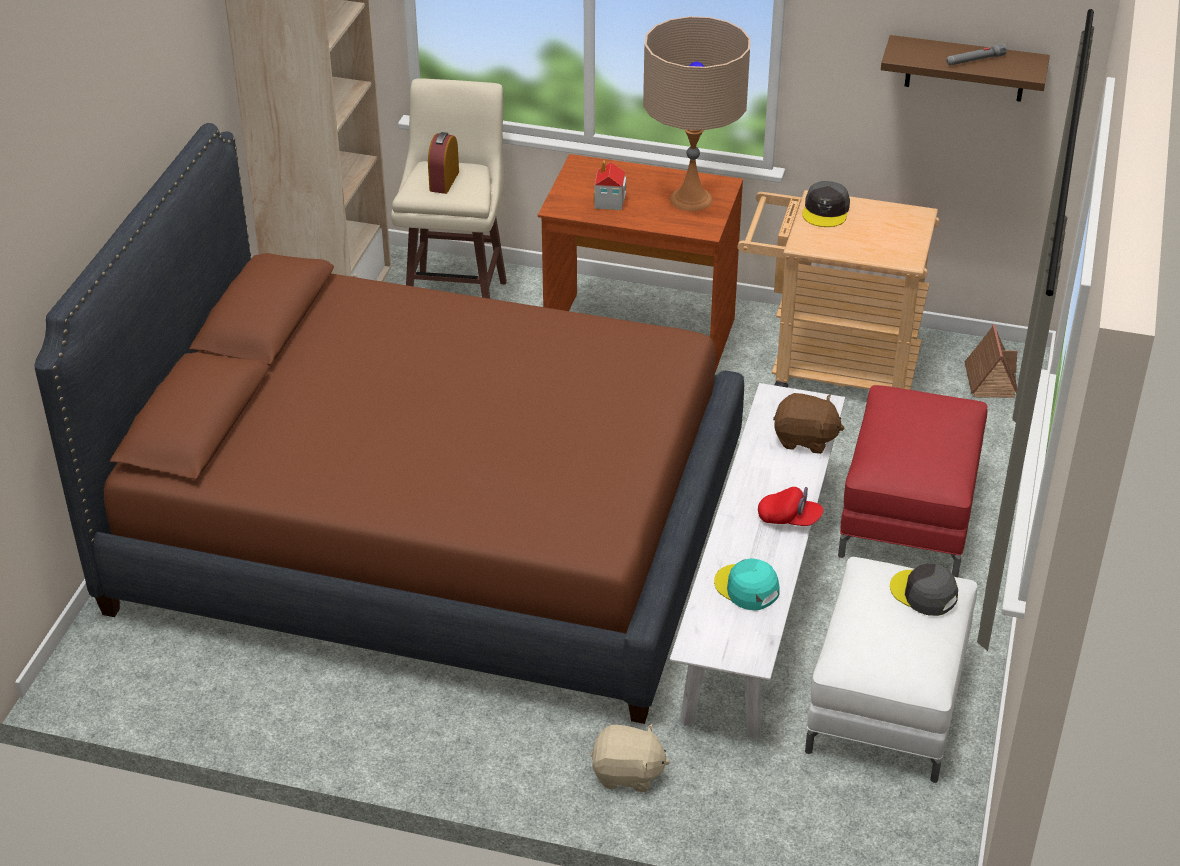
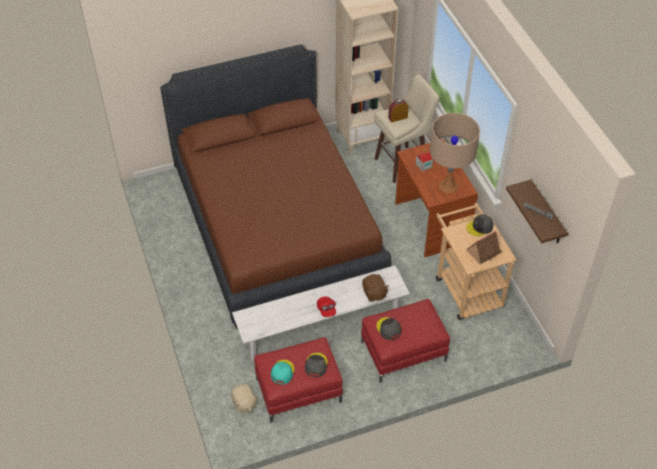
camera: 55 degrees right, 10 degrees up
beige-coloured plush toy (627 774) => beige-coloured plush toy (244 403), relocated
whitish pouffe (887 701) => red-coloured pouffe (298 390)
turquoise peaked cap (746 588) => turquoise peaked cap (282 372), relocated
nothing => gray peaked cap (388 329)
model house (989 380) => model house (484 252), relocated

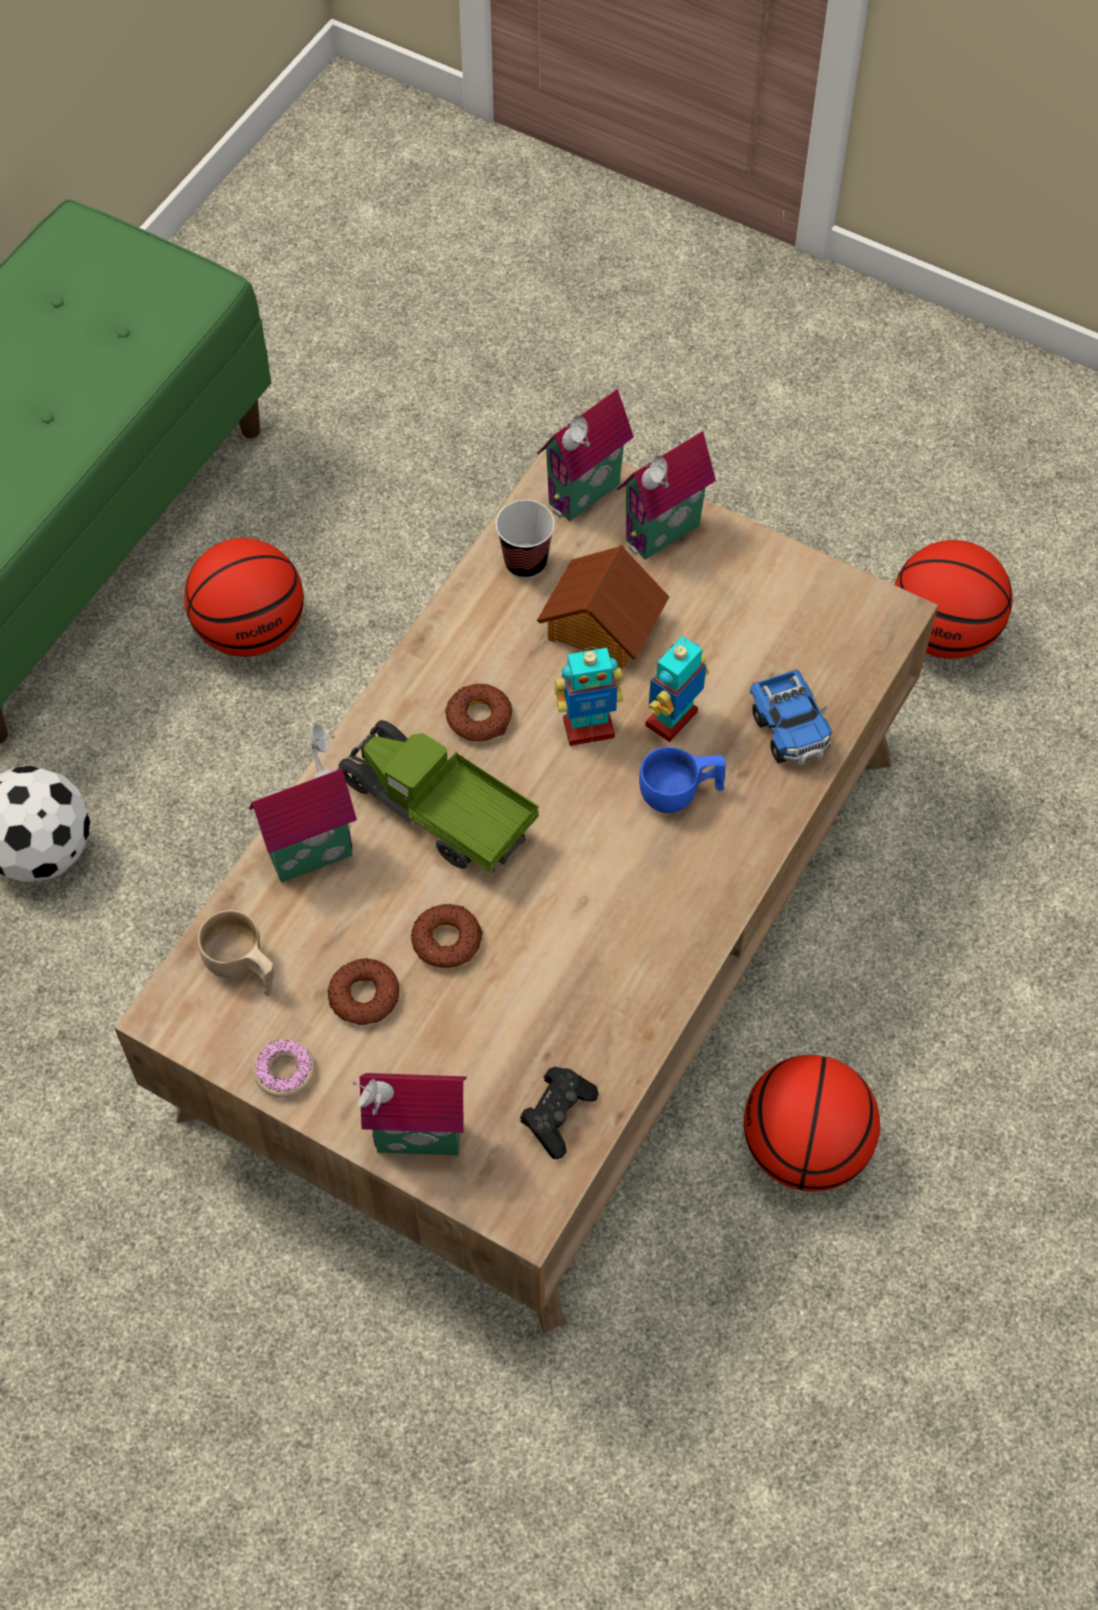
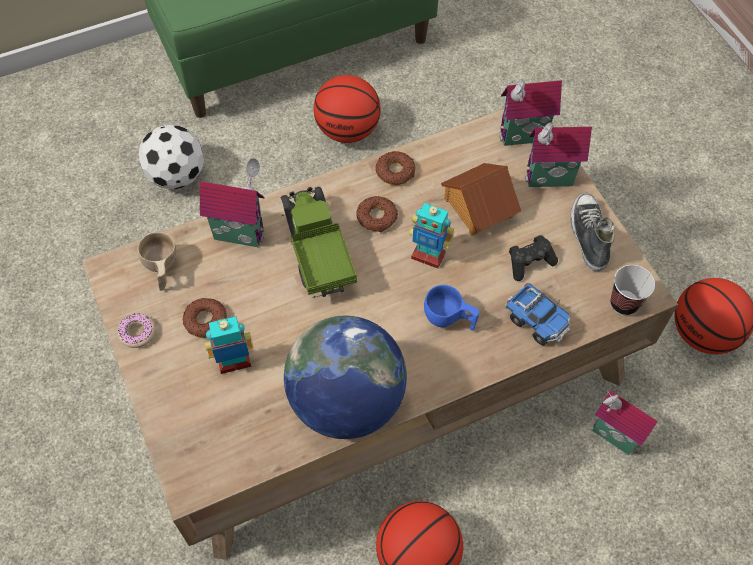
camera: 35 degrees right, 0 degrees up
model robot (672 720) => model robot (234 362), relocated
nothing => globe (346 401)
ring doughnut (447 940) => ring doughnut (395 171), relocated
toy truck (789 730) => toy truck (536 321), 60 degrees counterclockwise
black gamepad (558 1115) => black gamepad (529 262), relocated
nothing => item of footwear (588 236)
model house (417 1142) => model house (613 438), relocated
cup (525 562) => cup (624 303), relocated

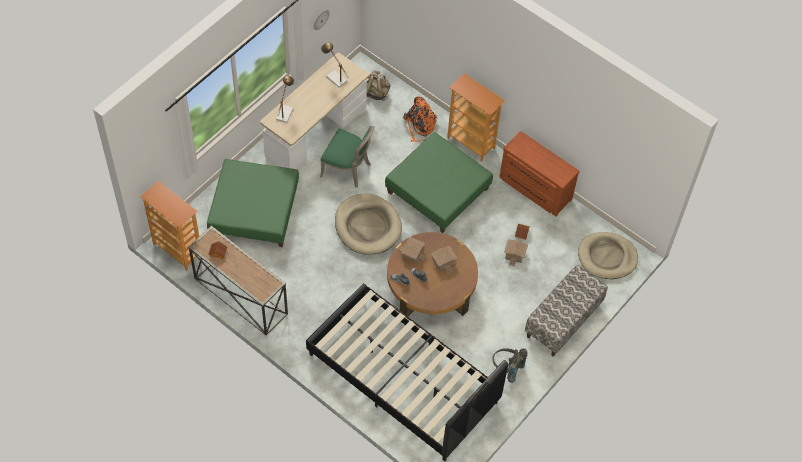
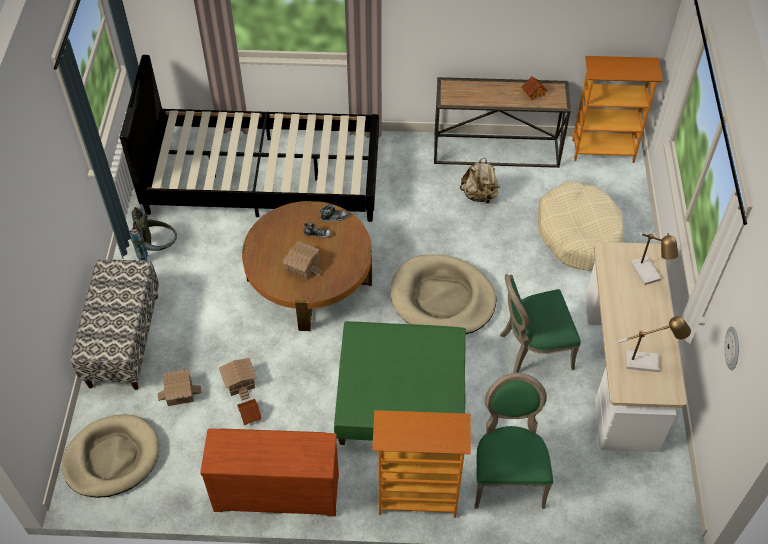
camera: 145 degrees right, 5 degrees down
model house (412 254) => model house (179 392), relocated
beige-coloured rucksack (377 93) => beige-coloured rucksack (479 195), relocated
orange-coloured rucksack (420 125) => greenish chair (507 474)
greenish pouffe (254 211) => beige-coloured pet bed (578 234)

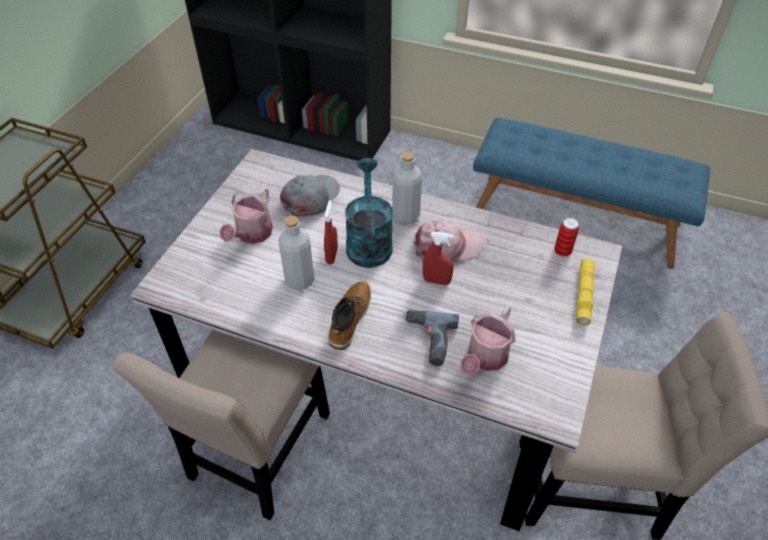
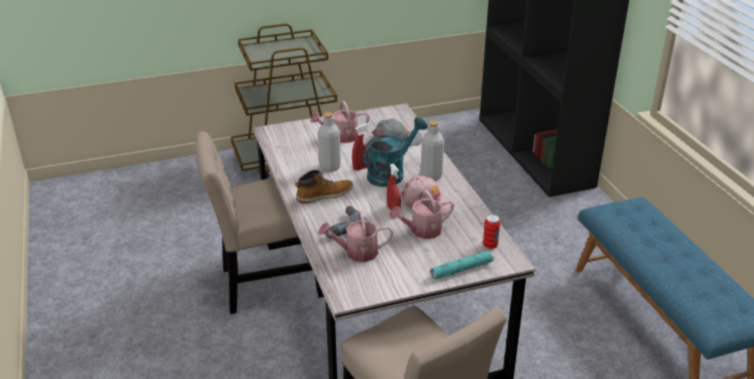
camera: 50 degrees right, 15 degrees down
nothing => watering can (422 231)
yellow-coloured hand torch (584 295) => turquoise hand torch (462 269)

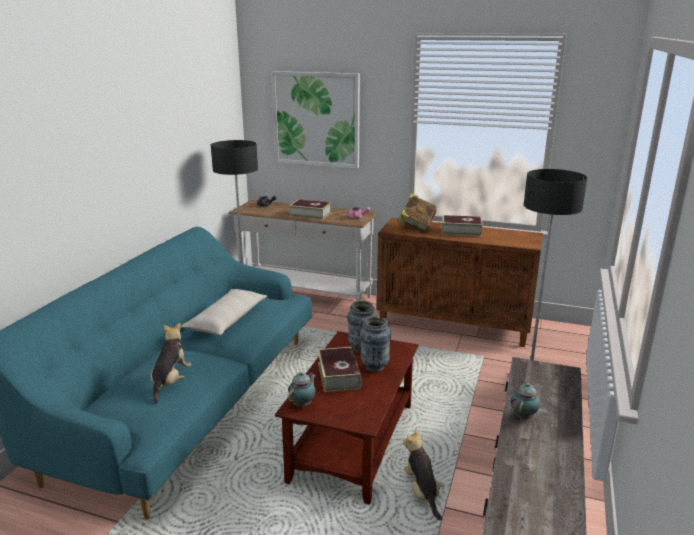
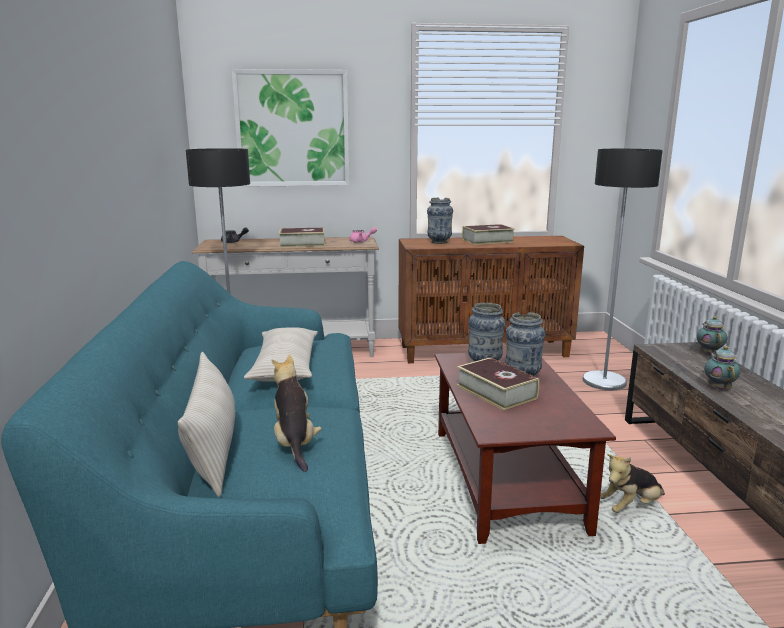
camera: 25 degrees left, 5 degrees down
nothing => beige-coloured throw pillow (214 451)
volume (416 227) => decorative vase (439 242)
plush toy (422 492) => plush toy (630 507), 75 degrees counterclockwise
pot for tea (303 404) => pot for tea (708 352), relocated

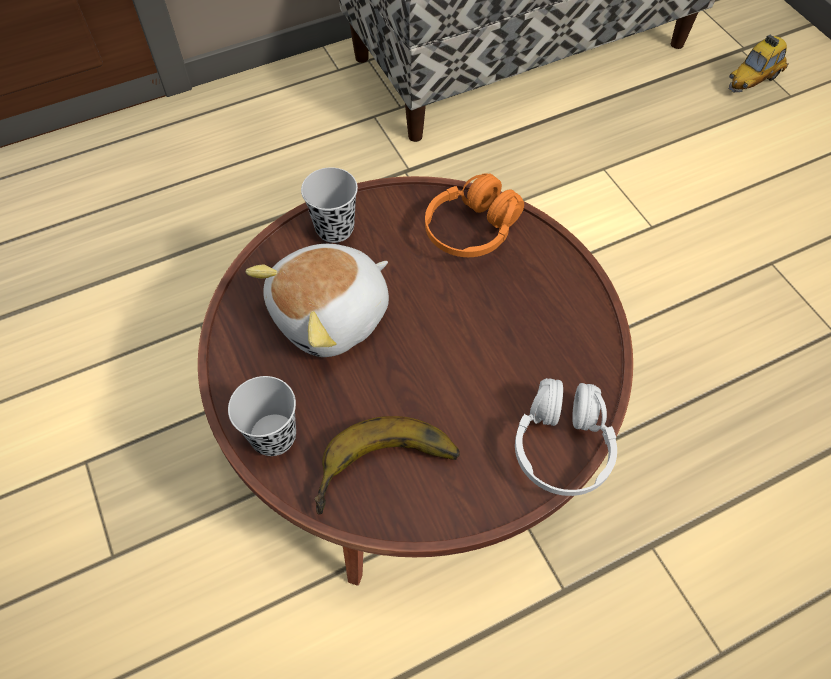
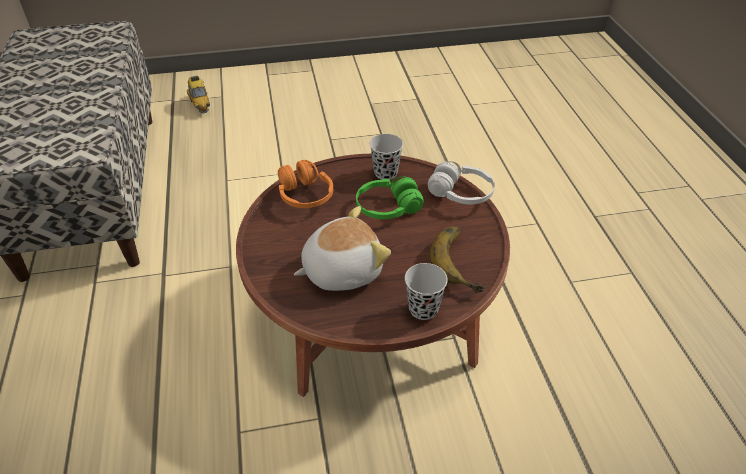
camera: 75 degrees left, 15 degrees down
plush toy (332 316) => plush toy (341 270), 90 degrees counterclockwise
nothing => greenish headset (388 208)
black cup (334 228) => black cup (385 173), relocated

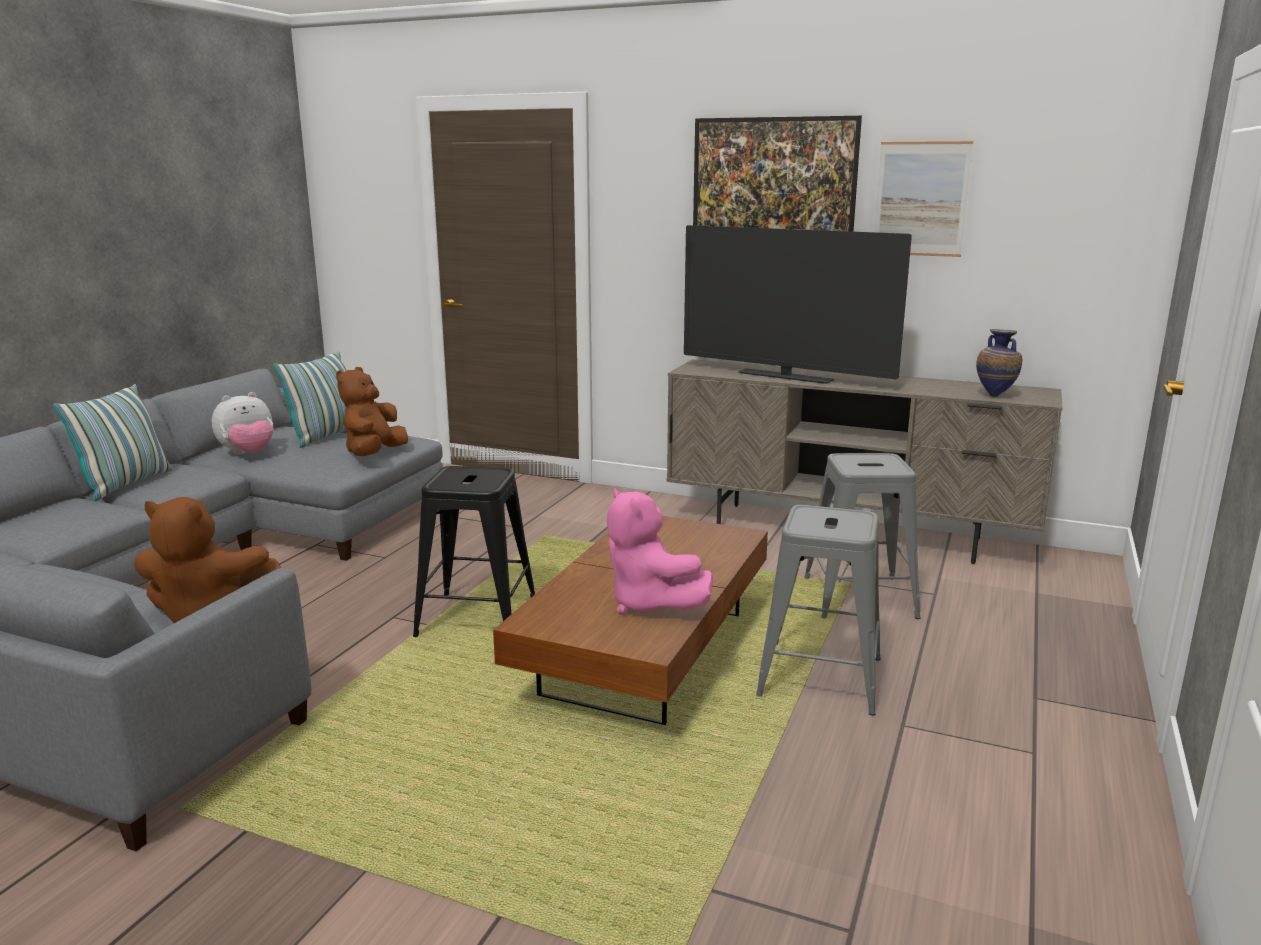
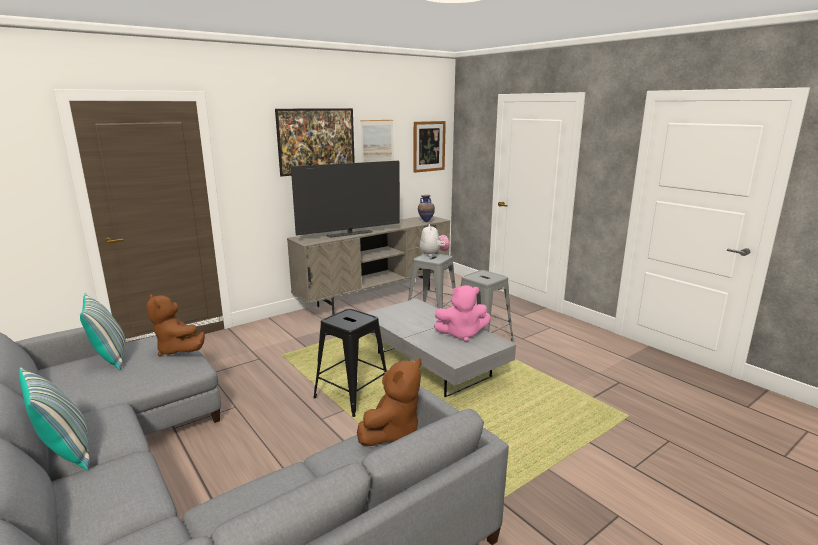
camera: 60 degrees left, 0 degrees up
brown coffee table (645 653) => gray coffee table (431 365)
nothing => picture (429 146)
plush toy (248 454) => plush toy (434 254), relocated

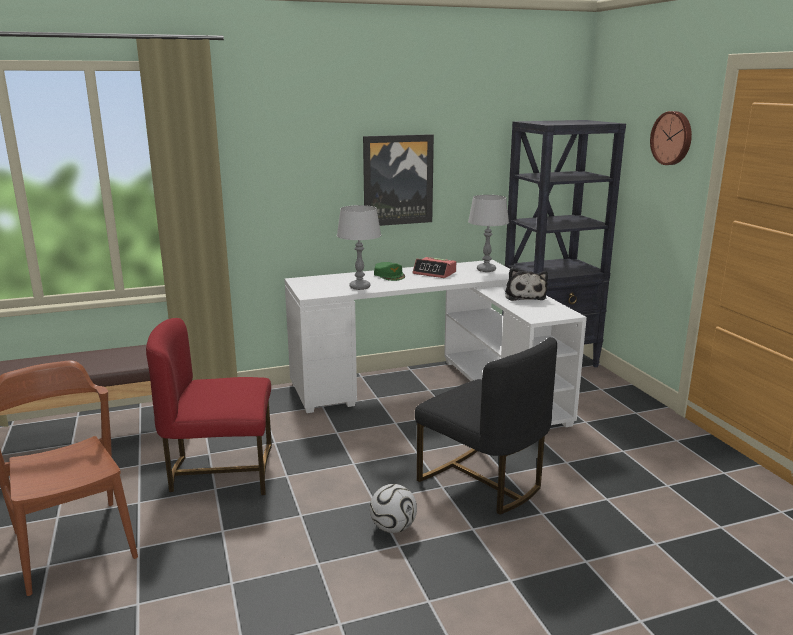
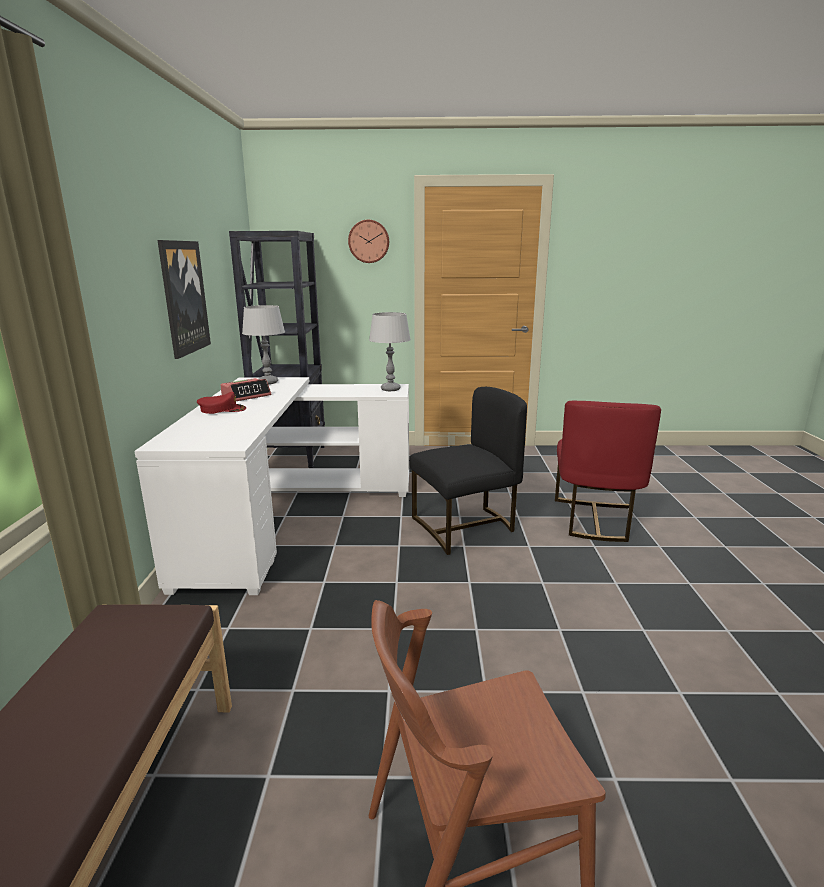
camera: 70 degrees left, 0 degrees up
greenish peaked cap (389 275) => red-coloured peaked cap (222 409)
gray tabletop lamp (360 287) => gray tabletop lamp (390 389), relocated
red-coloured chair (221 471) => red-coloured chair (594 520), relocated
ball for football (393 527) => nothing
plush toy (524 296) => nothing

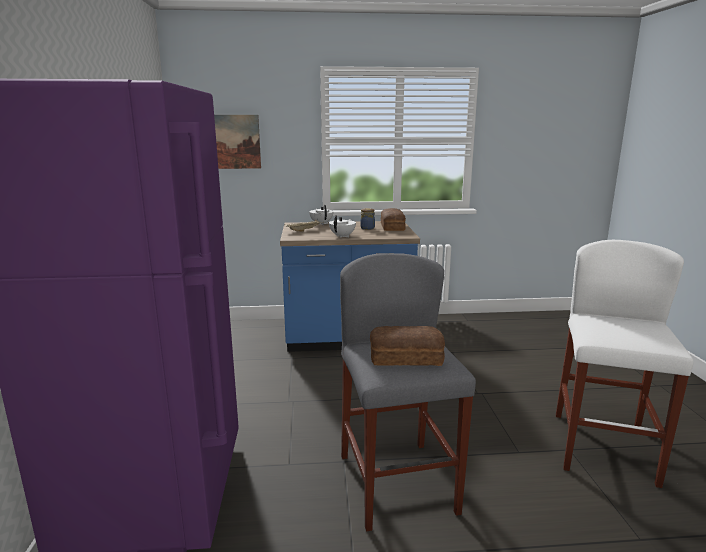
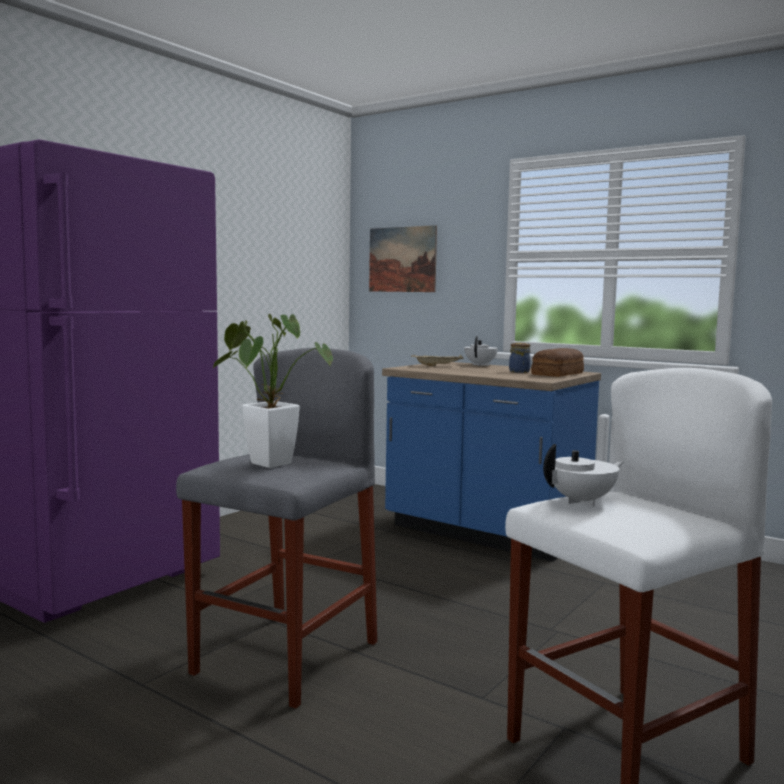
camera: 40 degrees right, 10 degrees down
bakery bread (405 357) => houseplant (265 462)
whitish pot for tea (342 236) => whitish pot for tea (582 501), relocated

